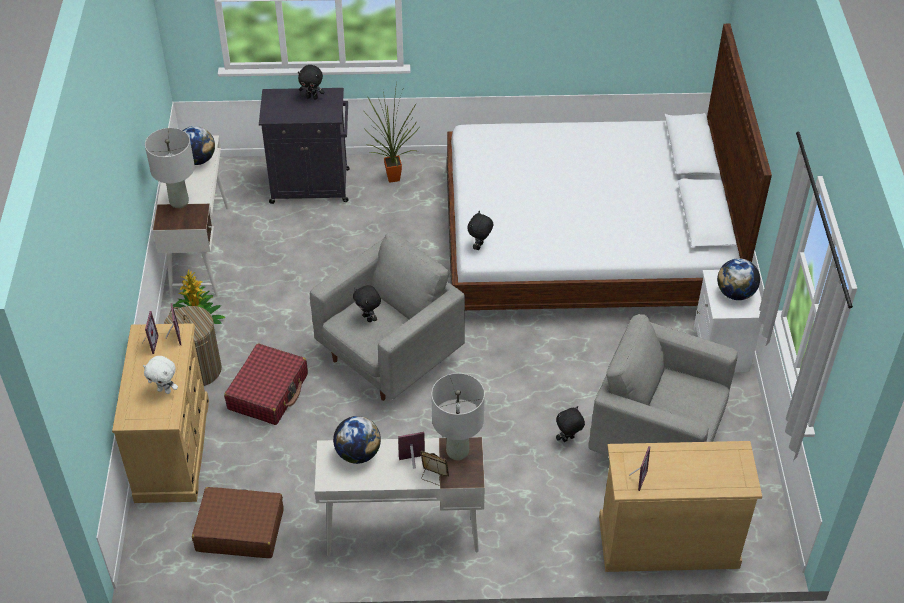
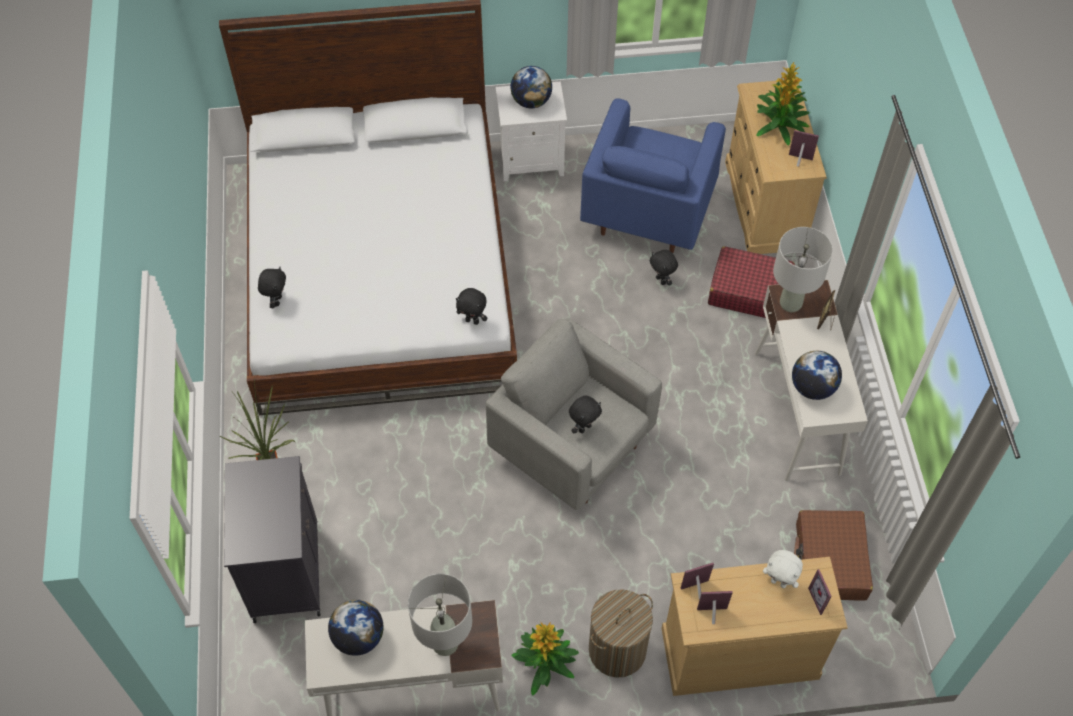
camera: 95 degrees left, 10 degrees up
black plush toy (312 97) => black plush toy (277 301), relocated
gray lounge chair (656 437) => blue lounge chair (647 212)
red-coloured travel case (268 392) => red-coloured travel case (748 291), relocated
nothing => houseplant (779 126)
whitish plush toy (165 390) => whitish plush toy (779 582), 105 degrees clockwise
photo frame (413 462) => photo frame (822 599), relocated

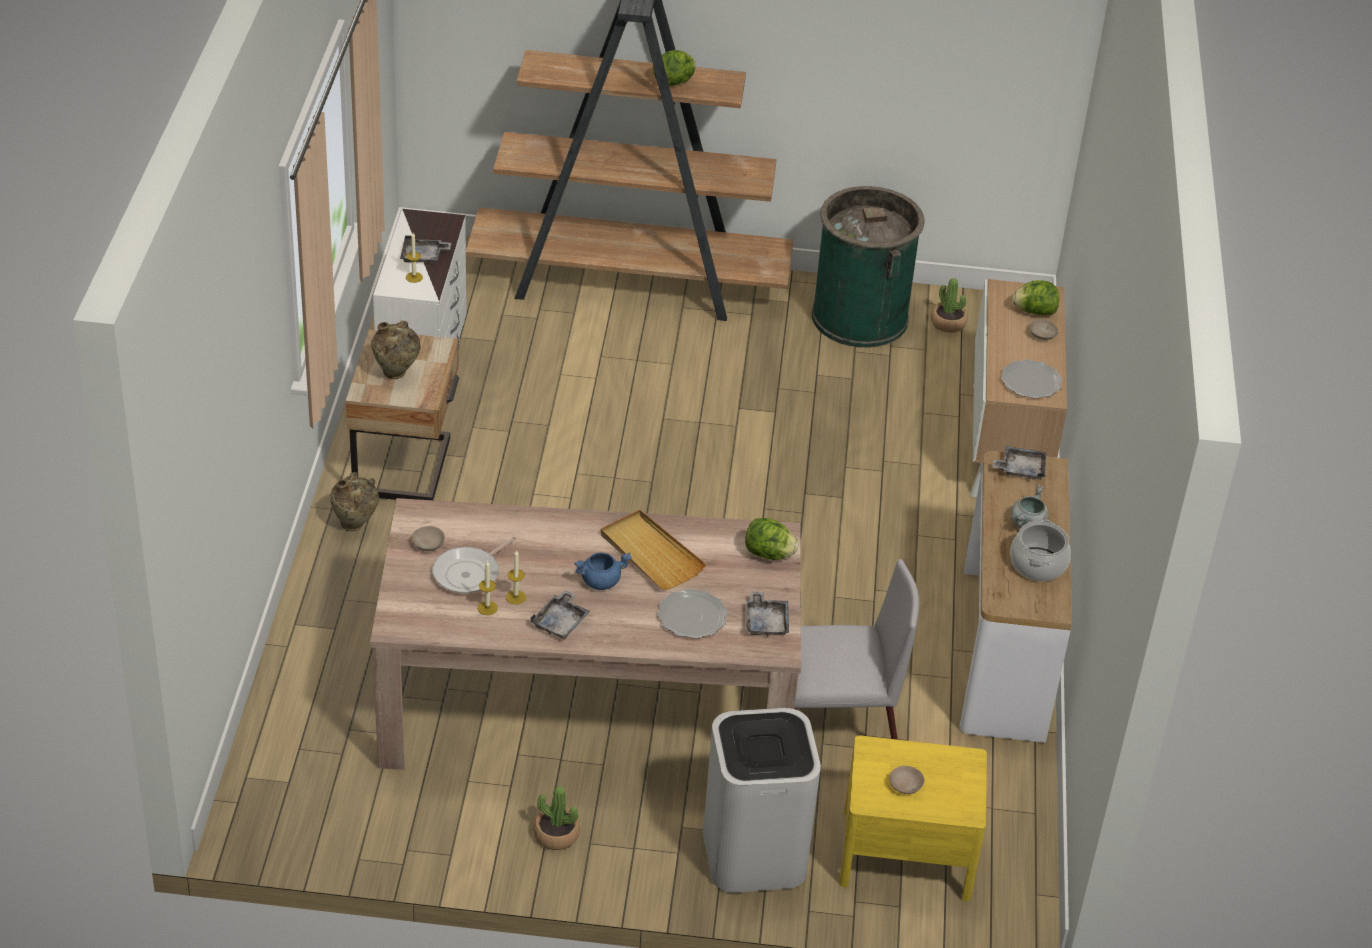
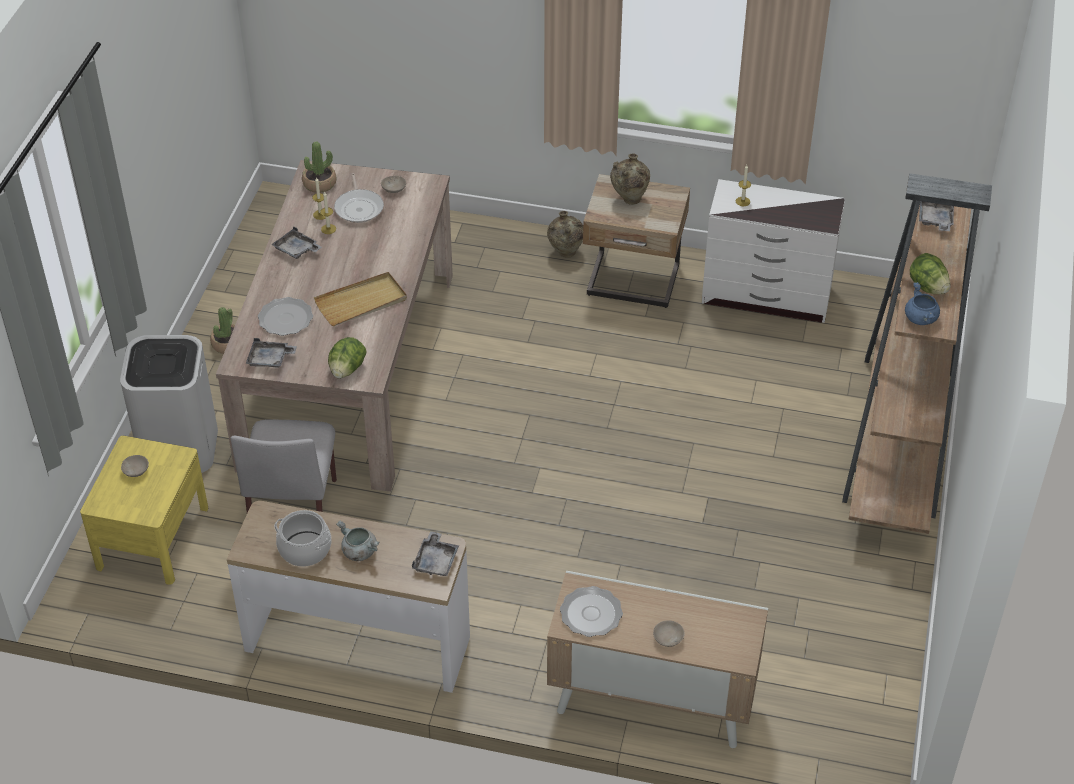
camera: 100 degrees right, 5 degrees up
houseplant (948 323) => houseplant (319 183), relocated
skillet (469 573) => skillet (359 207), 150 degrees counterclockwise
blue cooking pot (601 581) => blue cooking pot (921 319), relocated
gray carrying tray (423 257) => gray carrying tray (935 220), relocated
greenish trash can (859 317) => nothing
lettuce head (1034 312) => nothing

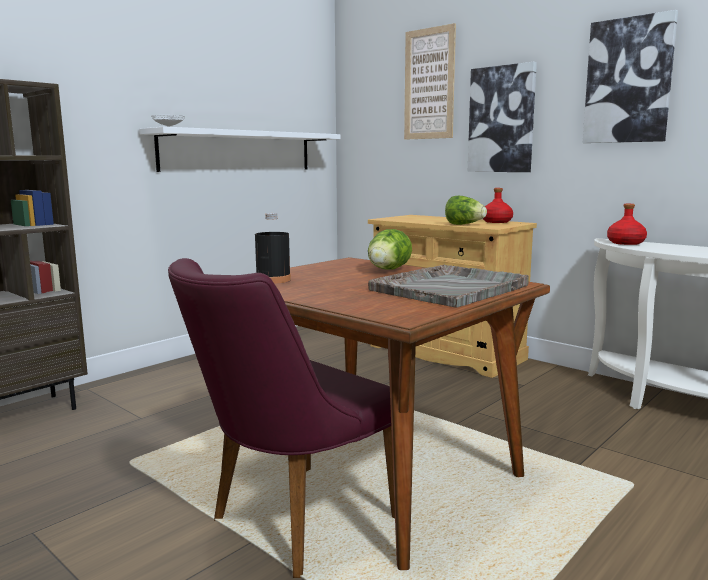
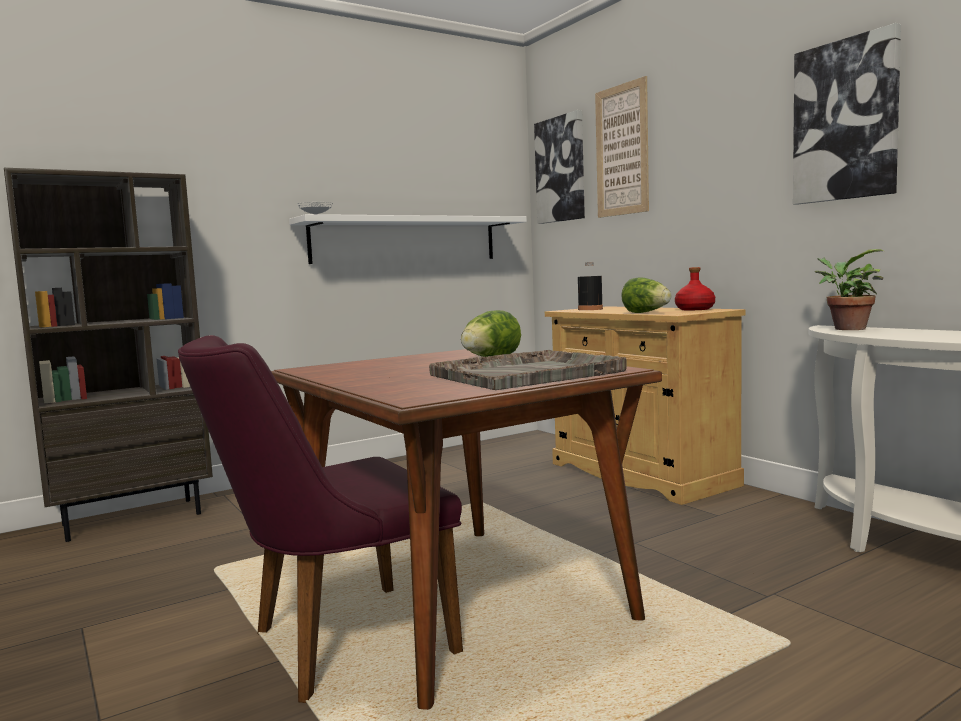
camera: 15 degrees right, 5 degrees down
picture (502 119) => picture (561 169), relocated
black drink bottle (273 280) => black drink bottle (590 309), relocated
red-coloured drink bottle (625 243) => houseplant (845 329)

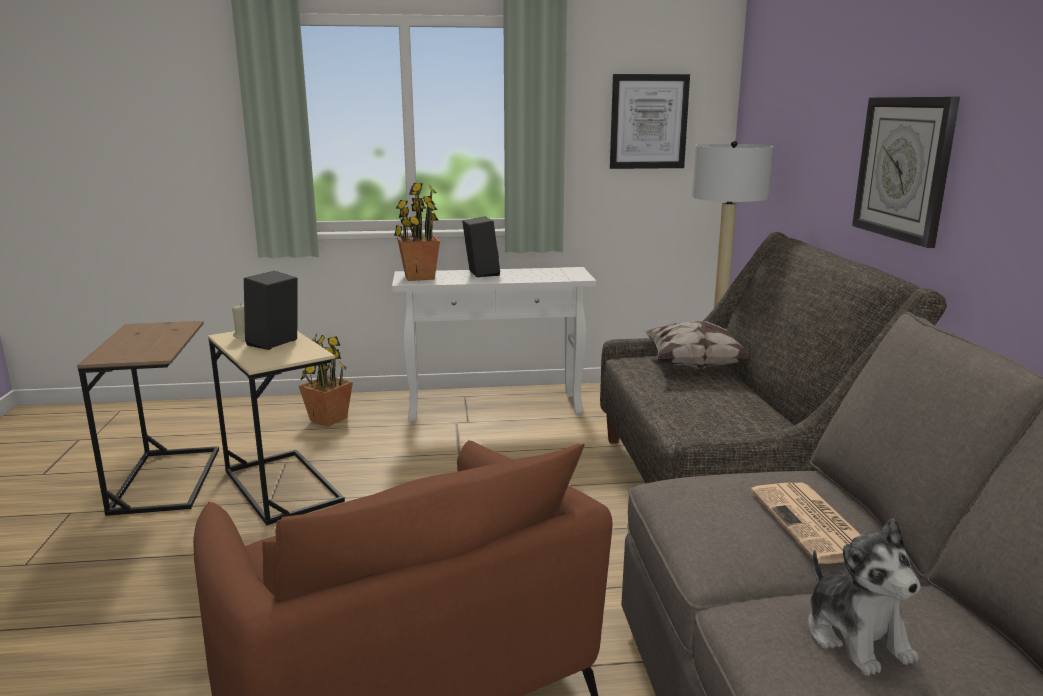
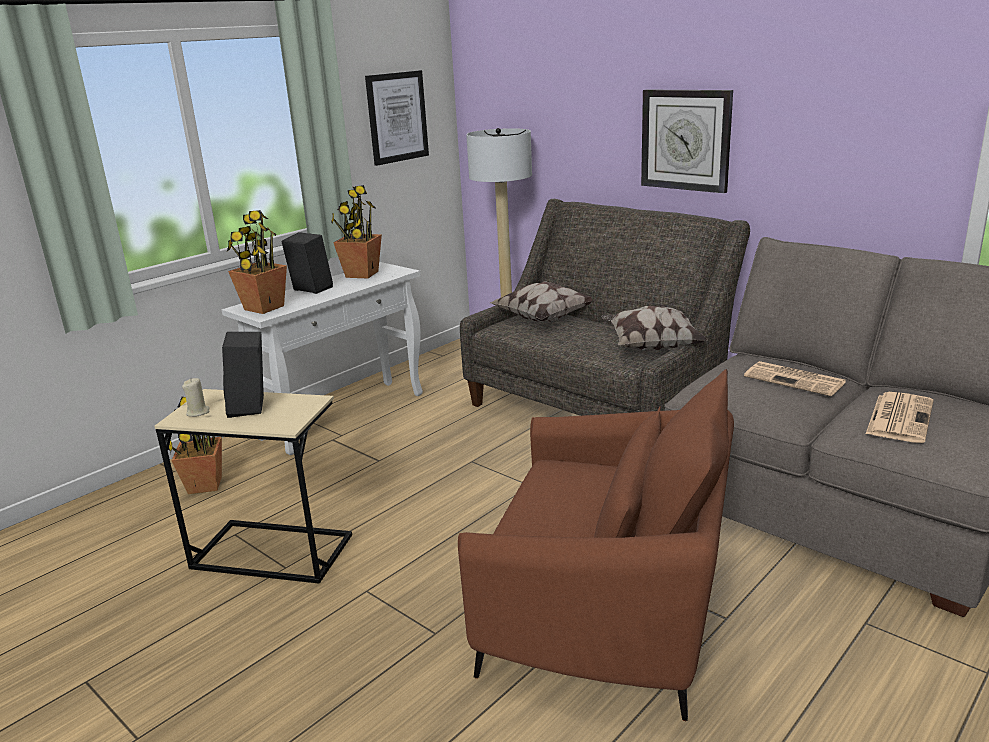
camera: 40 degrees left, 5 degrees up
nothing => houseplant (361 274)
nothing => throw pillow (651 346)
plush toy (856 637) => newspaper (899 417)
brown side table (166 480) => nothing

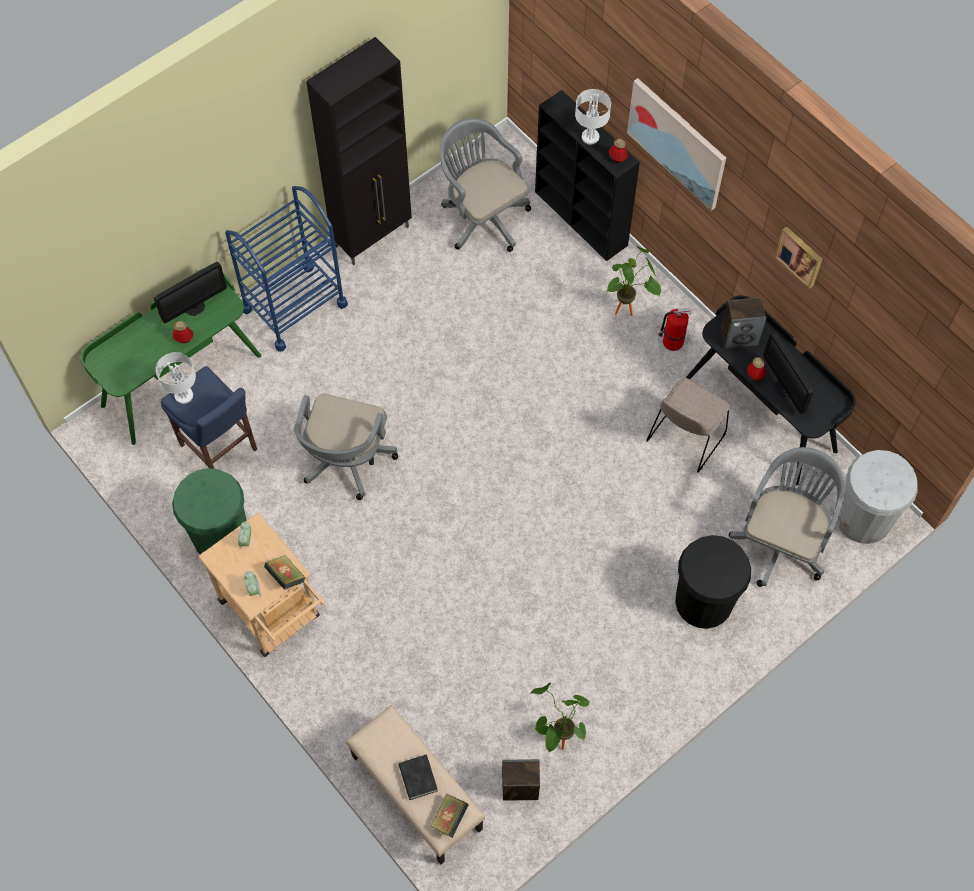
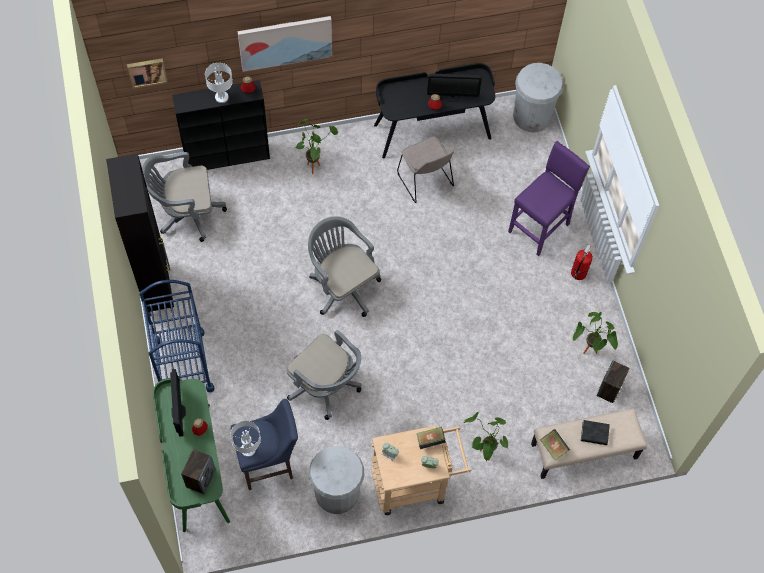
camera: 65 degrees left, 0 degrees up
picture (800 256) => picture (147 71), relocated
loudspeaker (739 336) => loudspeaker (200 478), relocated
gray computer chair (782 540) => gray computer chair (342 285), relocated
greenish trash can (221 536) => whitish trash can (337 492)
nothing => houseplant (483 454)
black trash can (704 601) => purplish stool seat (540 227)
volume (449 818) => volume (553 447), relocated
extinguisher (671 342) => extinguisher (578 273), relocated

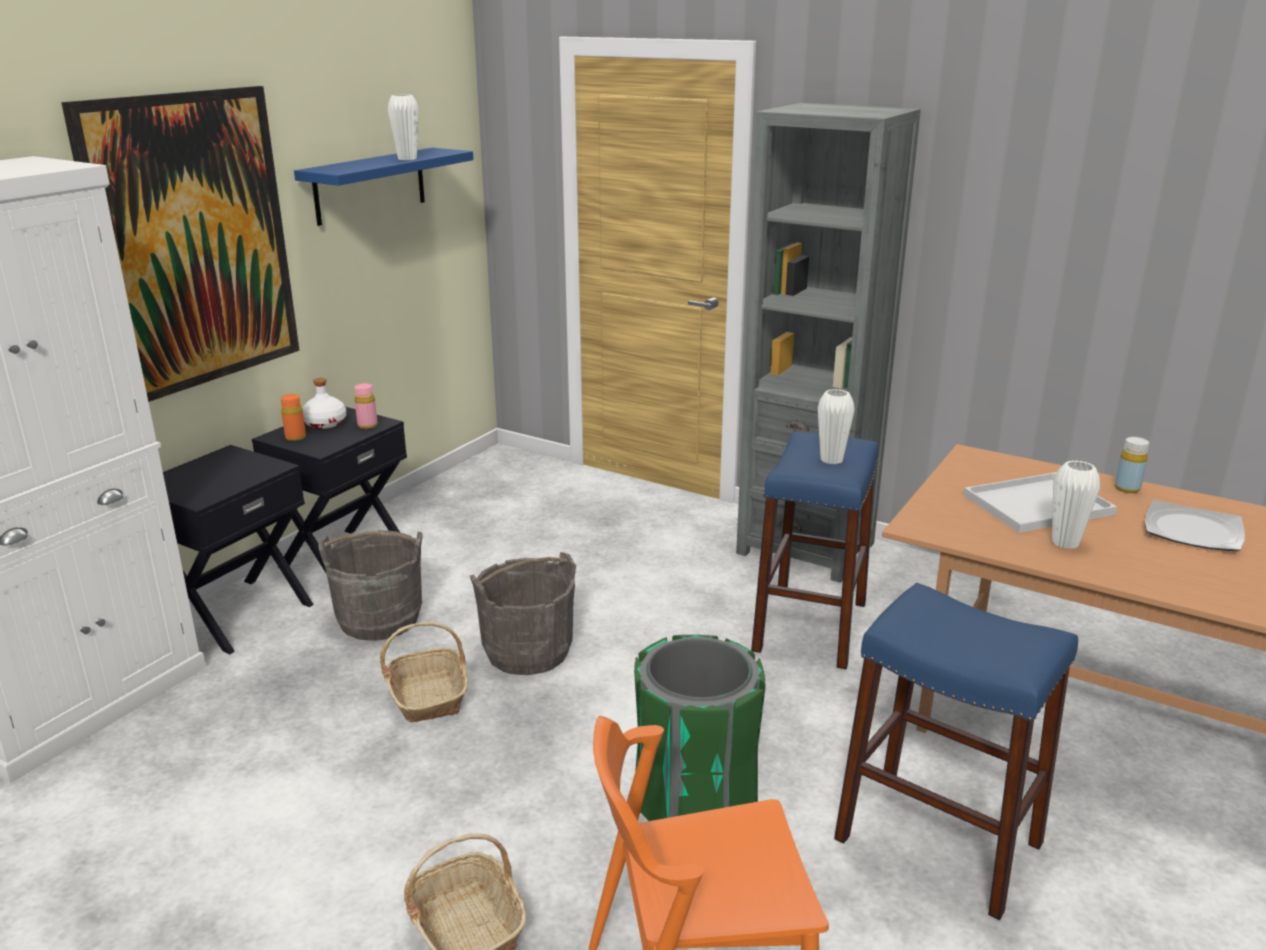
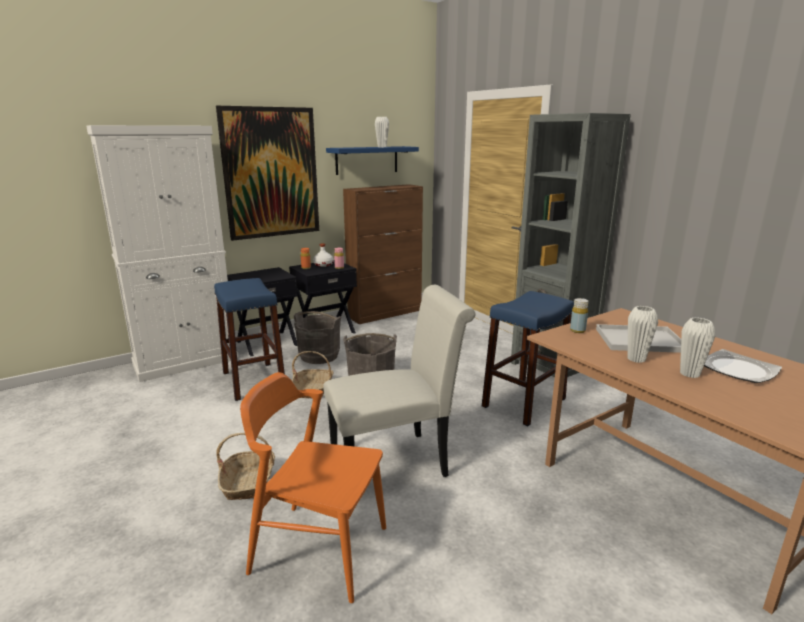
camera: 25 degrees right, 5 degrees down
blue stool seat (938 841) => blue stool seat (253 381), relocated
greenish trash can (695 799) => whitish chair (396 462)
nothing => brown storage cabinet (385 313)
yellow-coloured drink bottle (1127 488) => yellow-coloured drink bottle (577 330), relocated
whitish decorative vase (831 460) => whitish decorative vase (689 374), relocated

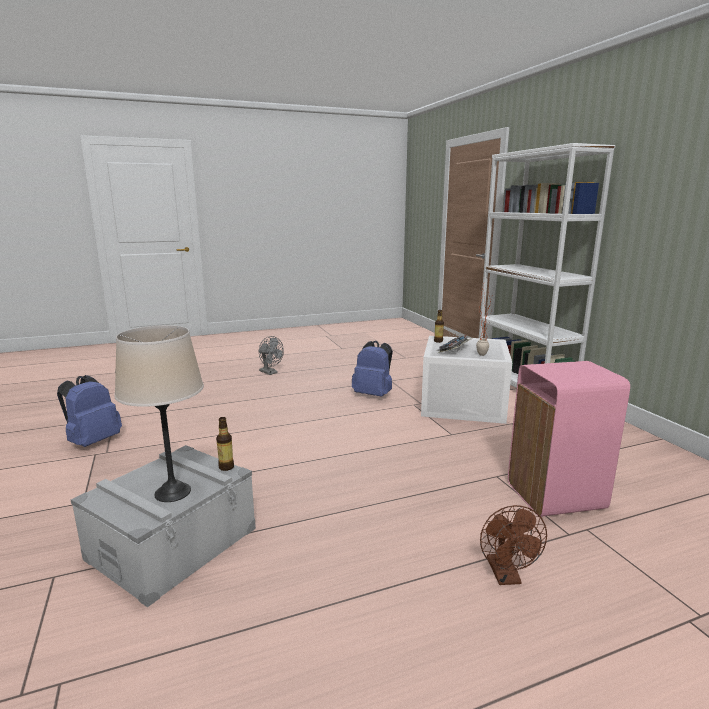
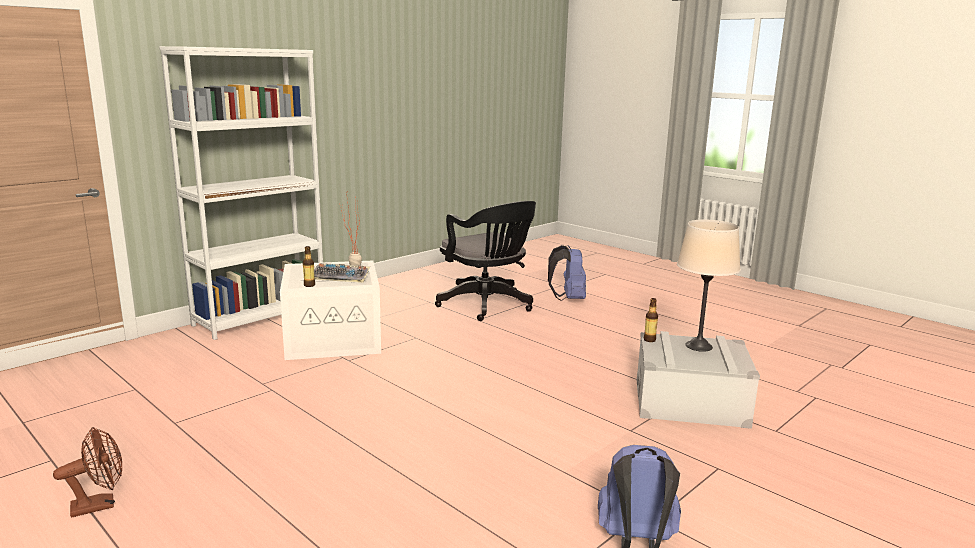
camera: 115 degrees left, 0 degrees up
brown cooling fan (506 576) => brown cooling fan (100 505), relocated
pink trash can (554 495) => black computer chair (487 306)
blue rucksack (373 394) => blue rucksack (568 299), relocated
gray cooling fan (270 372) => nothing

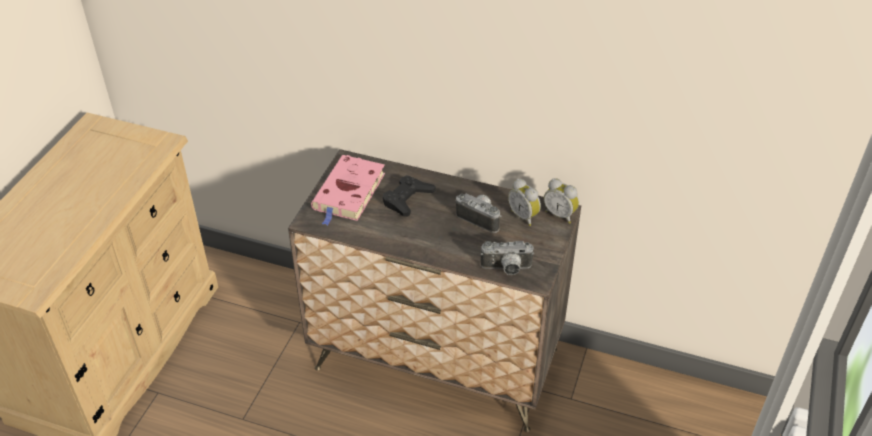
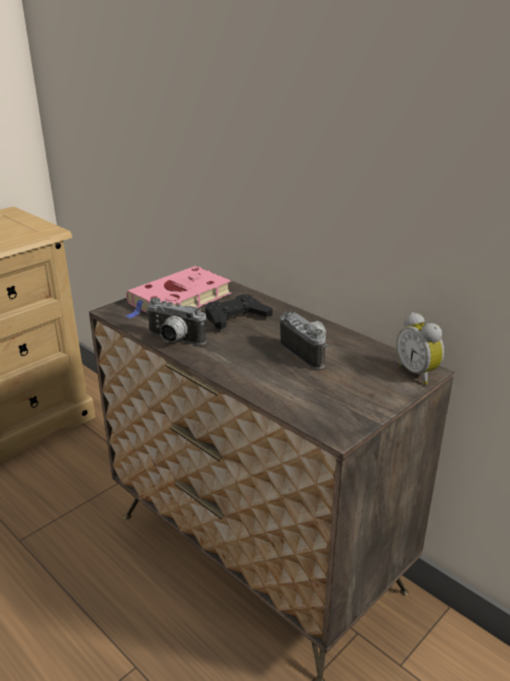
camera: 25 degrees right, 15 degrees down
photo camera (506 269) => photo camera (173 341), relocated
alarm clock (524 216) => nothing

